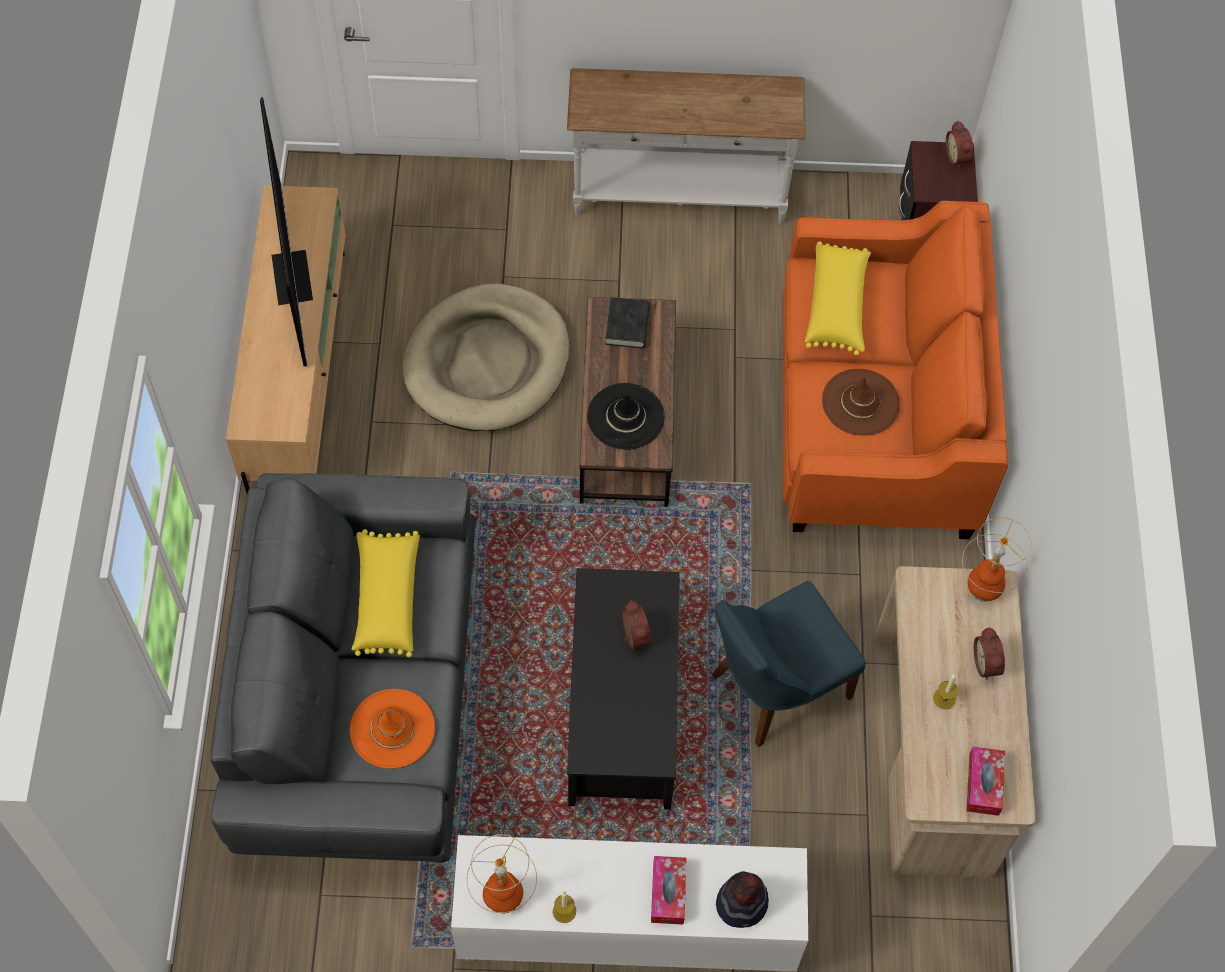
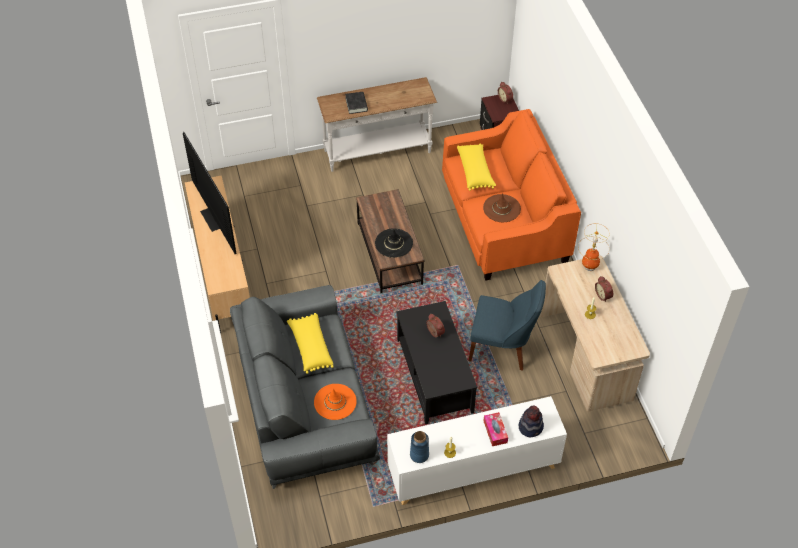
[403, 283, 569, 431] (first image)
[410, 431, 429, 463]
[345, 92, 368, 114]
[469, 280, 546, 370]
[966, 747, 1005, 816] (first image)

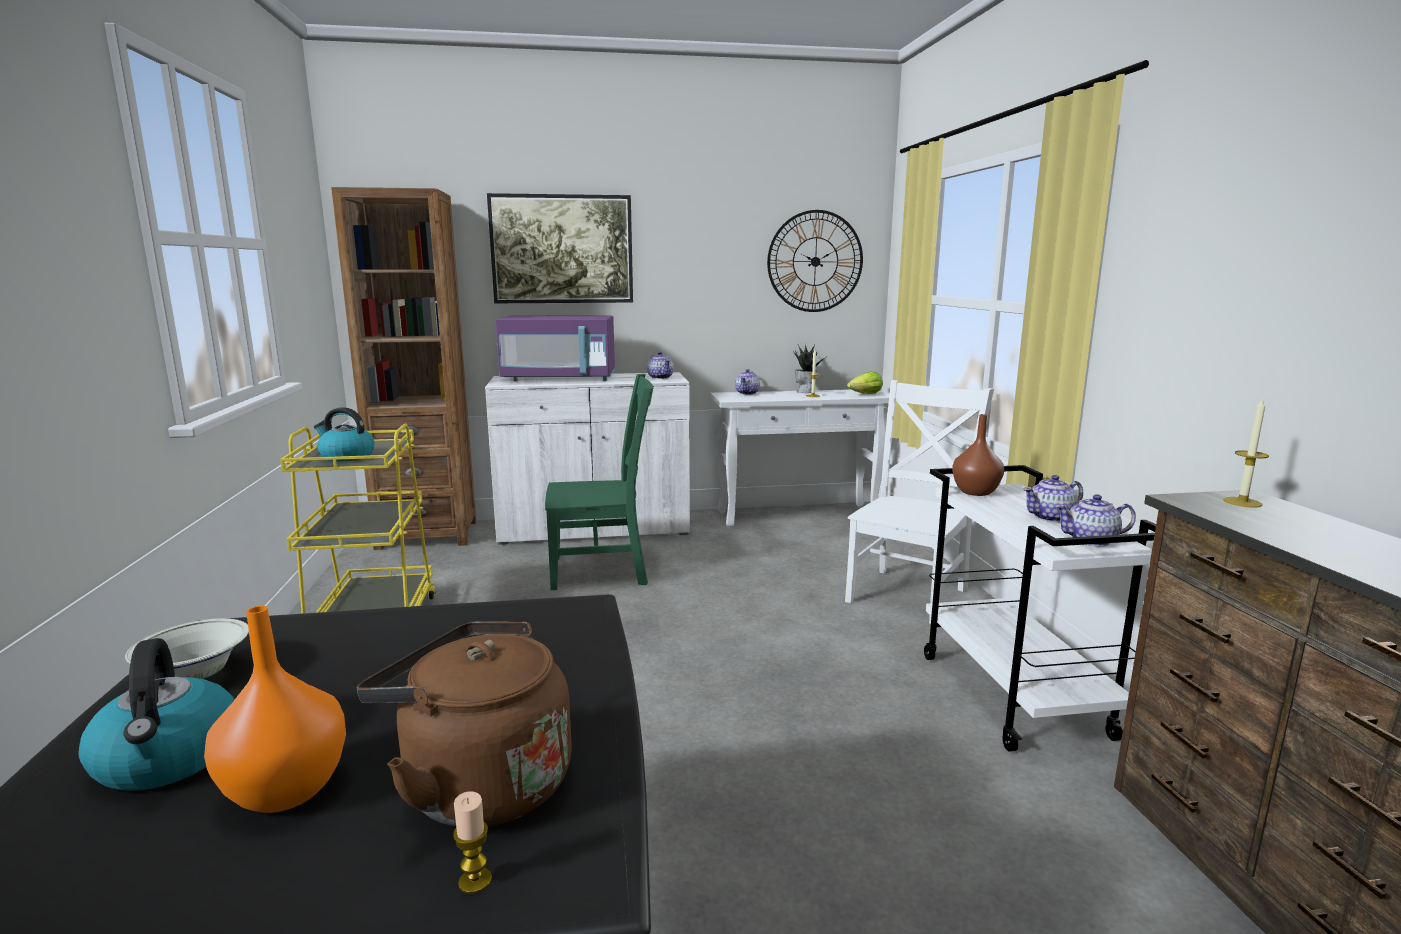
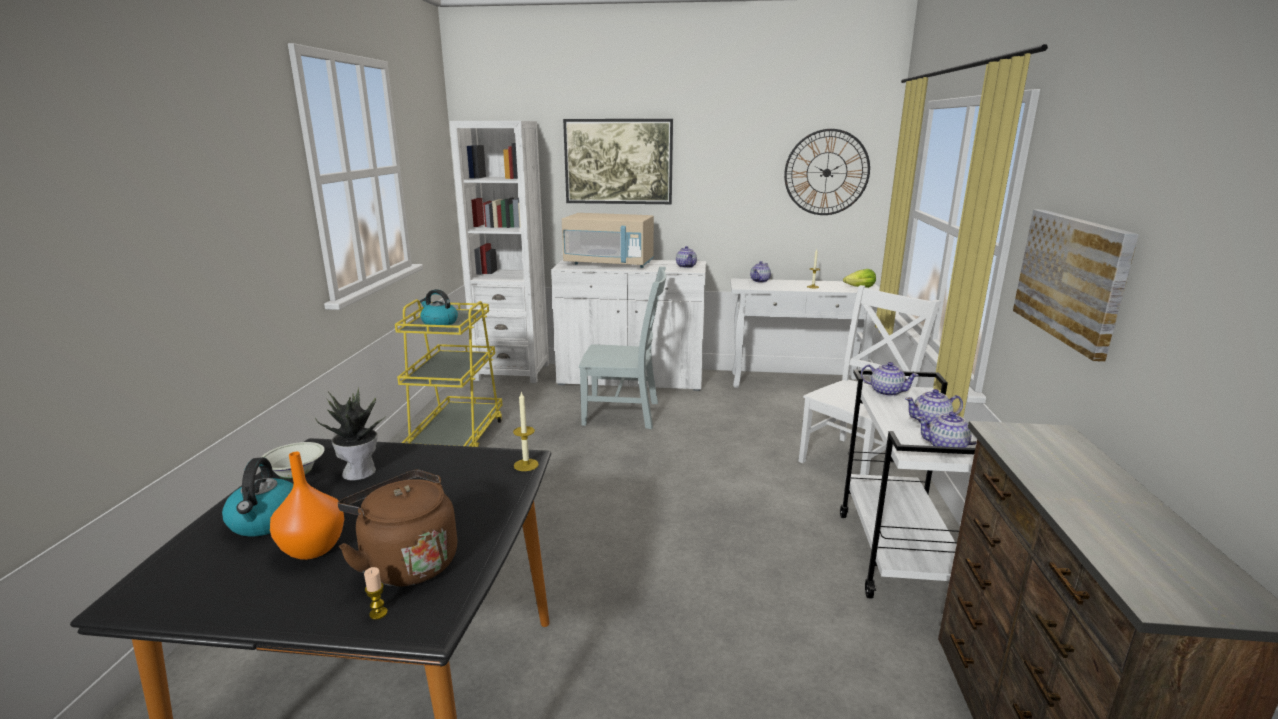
[450, 121, 549, 383]
[562, 213, 654, 268]
[579, 267, 666, 429]
[315, 388, 386, 481]
[861, 362, 919, 397]
[513, 391, 539, 471]
[1013, 210, 1139, 362]

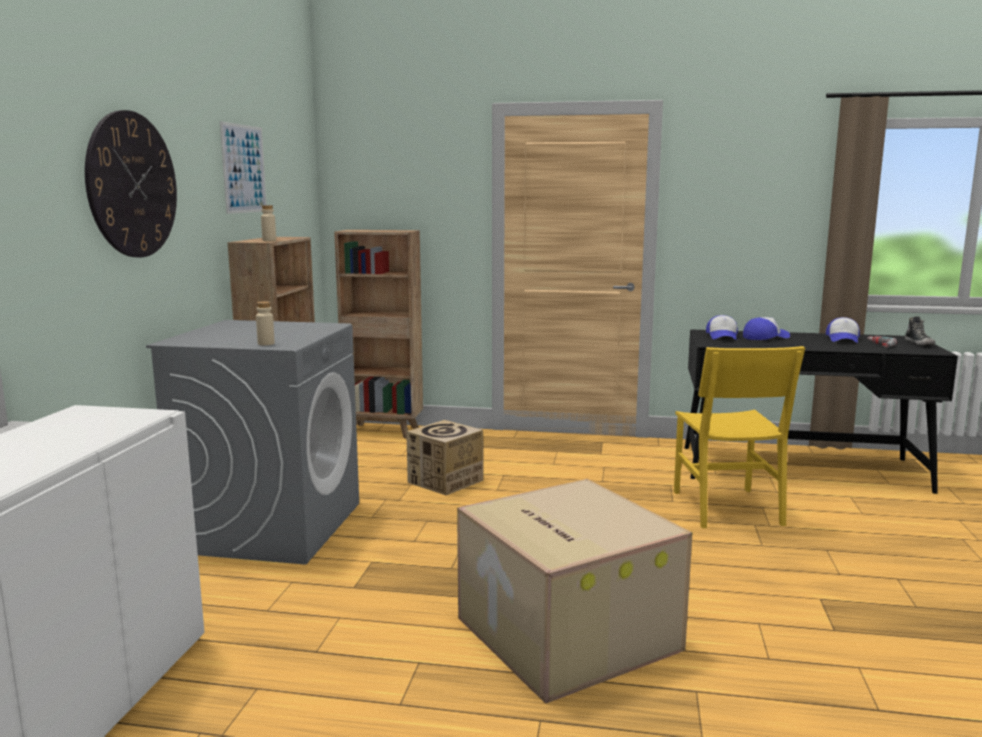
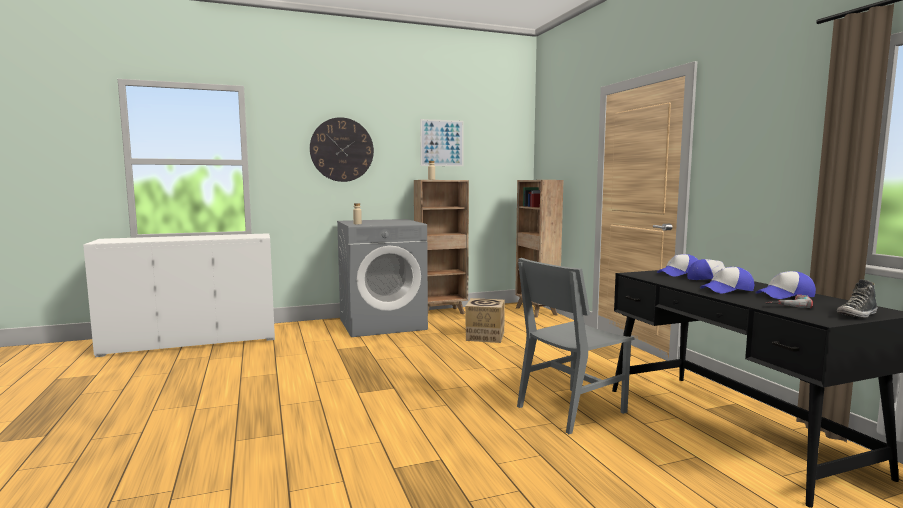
[457, 479, 692, 704] (first image)
[517, 258, 635, 434]
[700, 267, 754, 294]

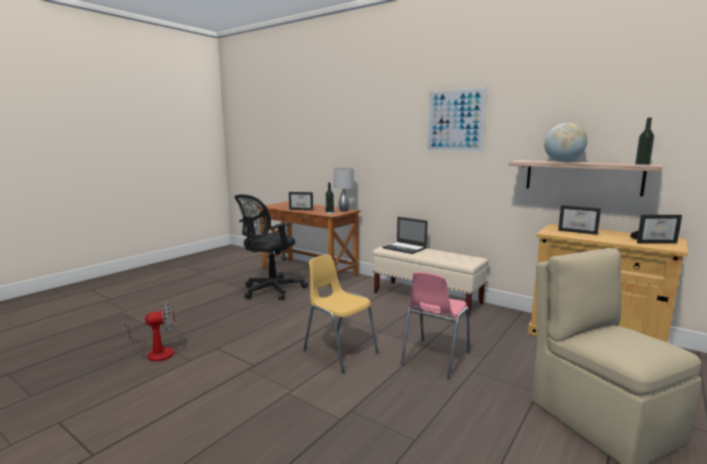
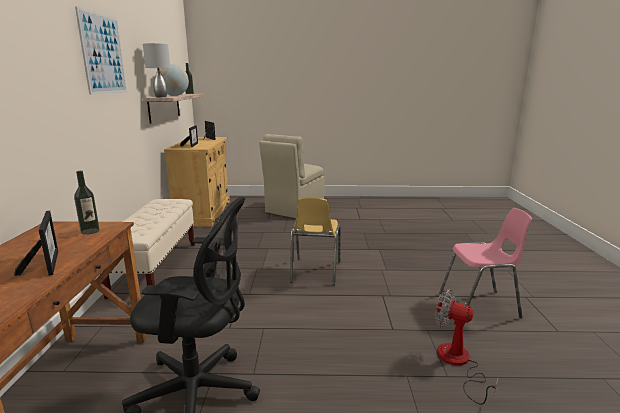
[143, 43, 170, 97]
[382, 217, 428, 254] (first image)
[439, 208, 532, 318]

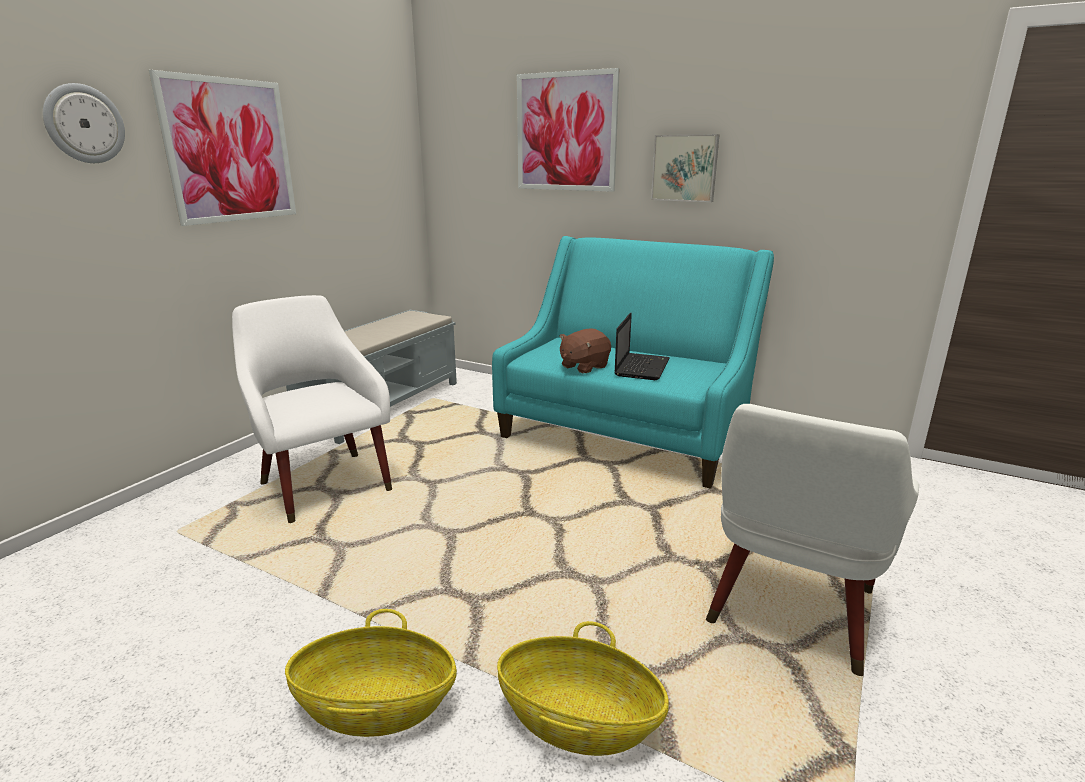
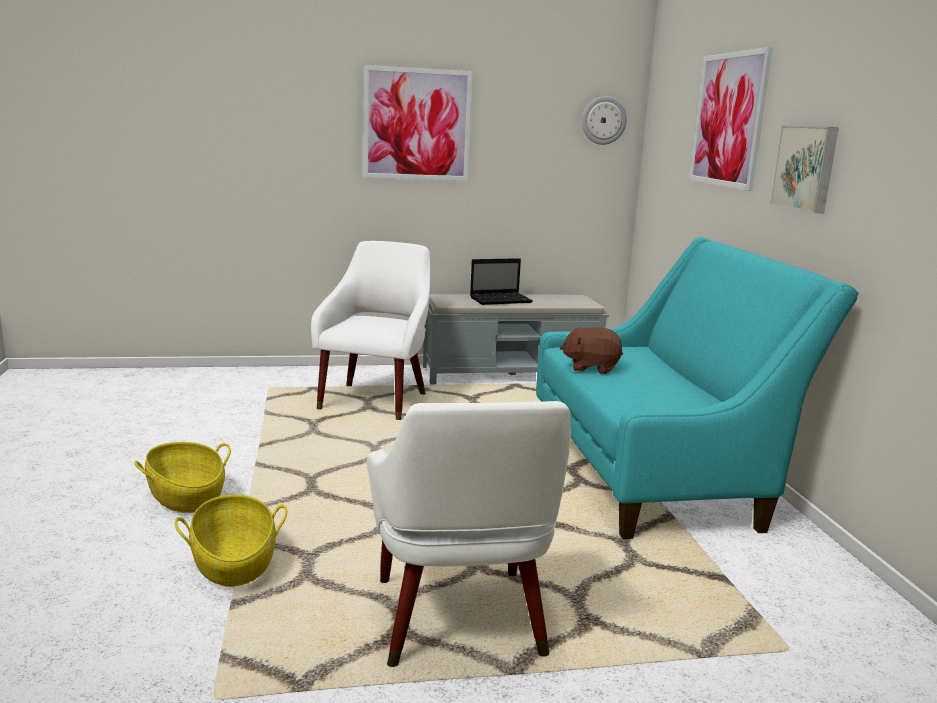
[582, 96, 627, 145]
[470, 258, 533, 305]
[367, 401, 571, 667]

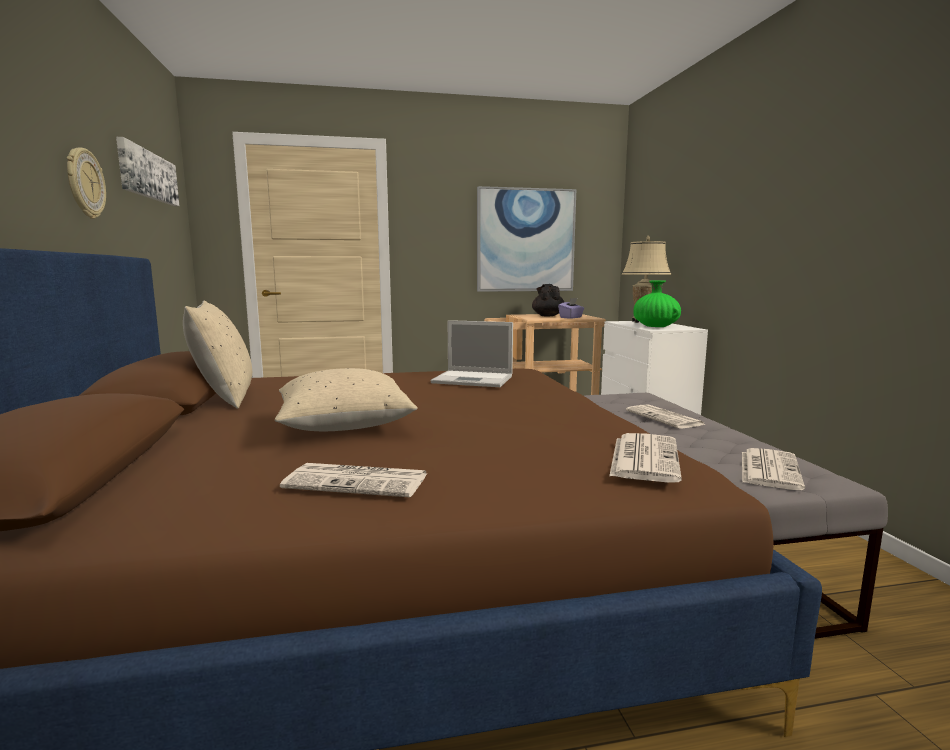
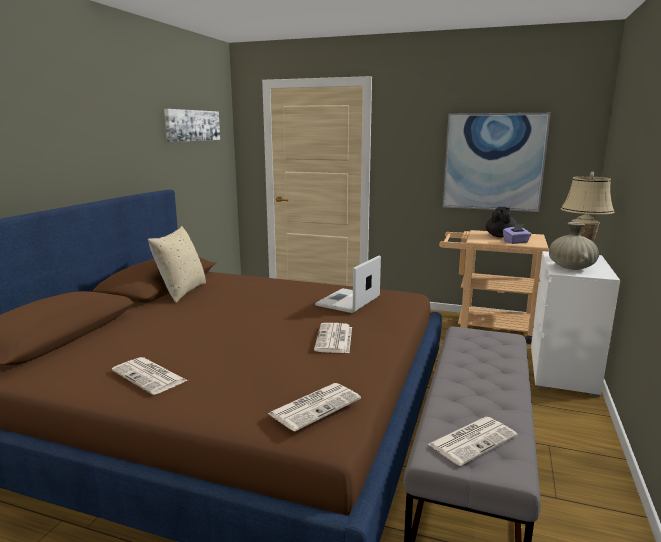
[67, 148, 106, 219] (first image)
[275, 368, 418, 431] (first image)
[315, 256, 381, 313]
[314, 323, 352, 353]
[549, 222, 599, 270]

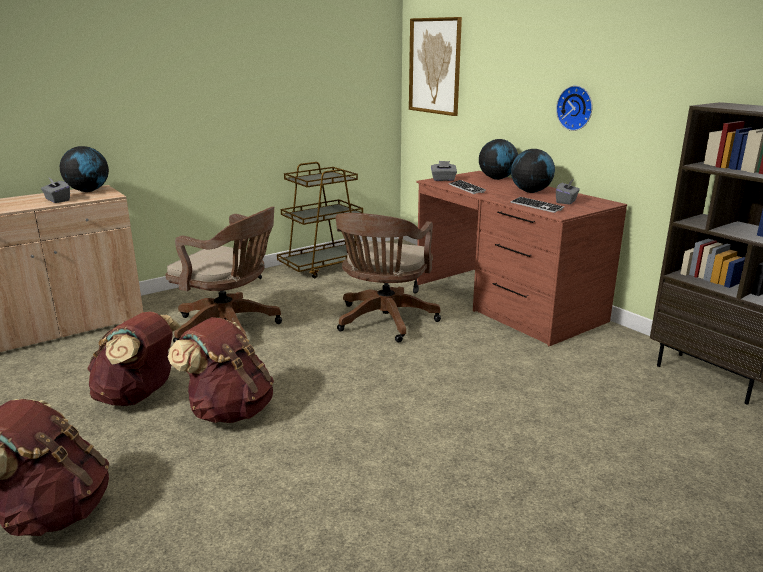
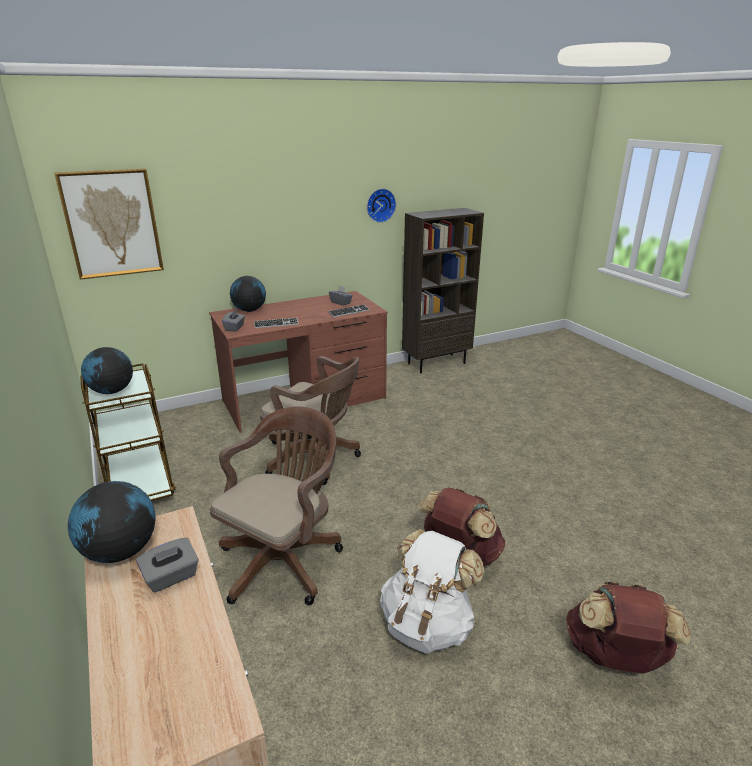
[380, 529, 484, 653]
[81, 347, 133, 394]
[367, 189, 396, 223]

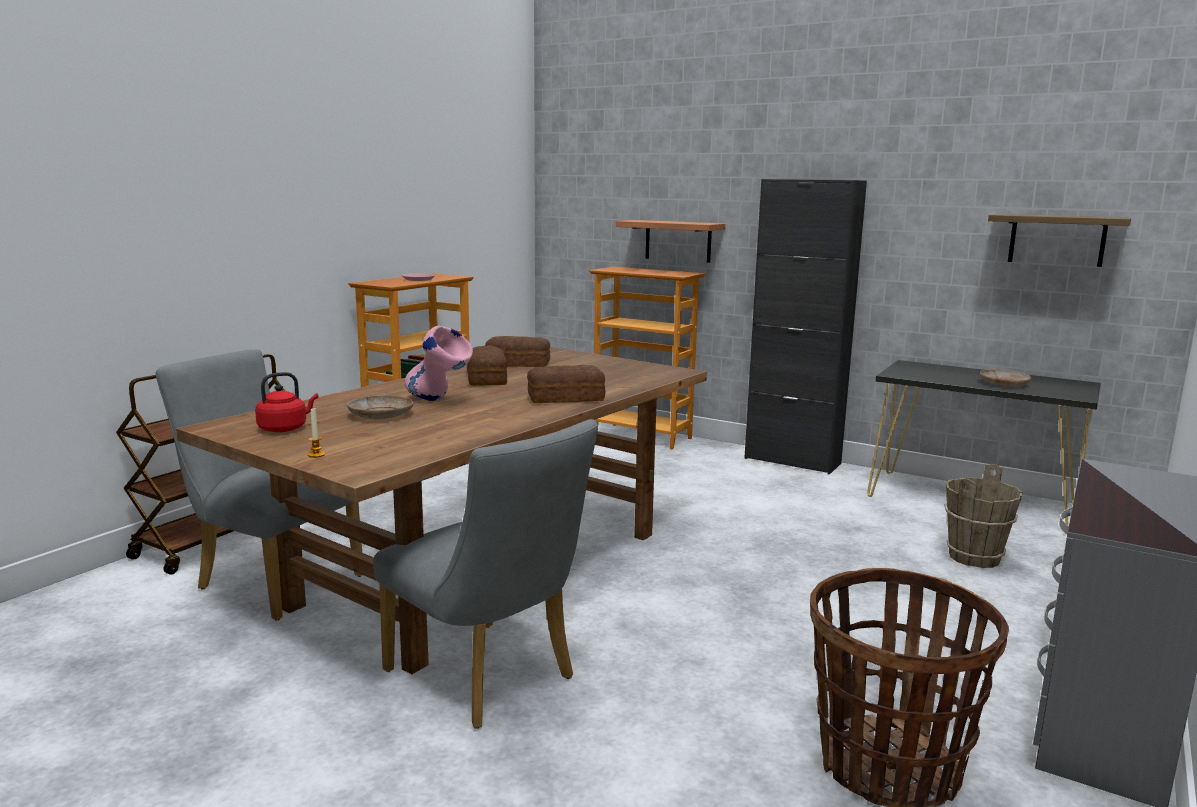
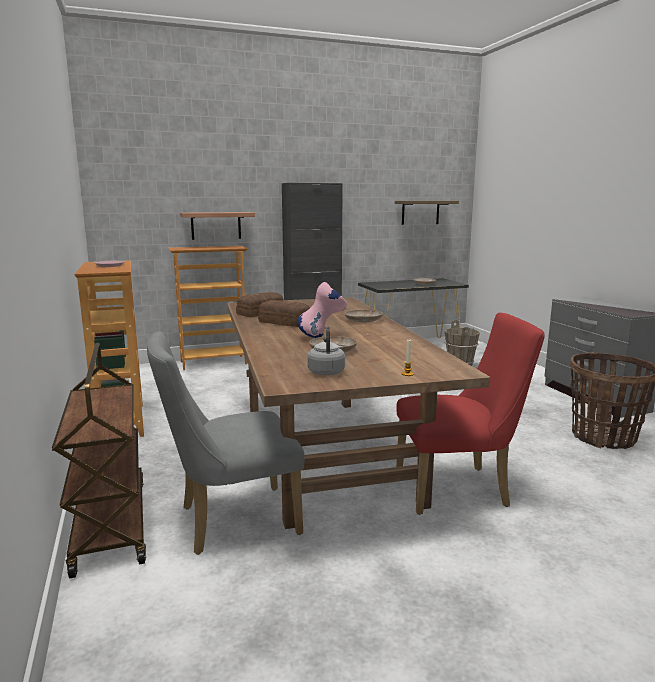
[307, 326, 345, 376]
[396, 313, 545, 515]
[345, 310, 383, 322]

